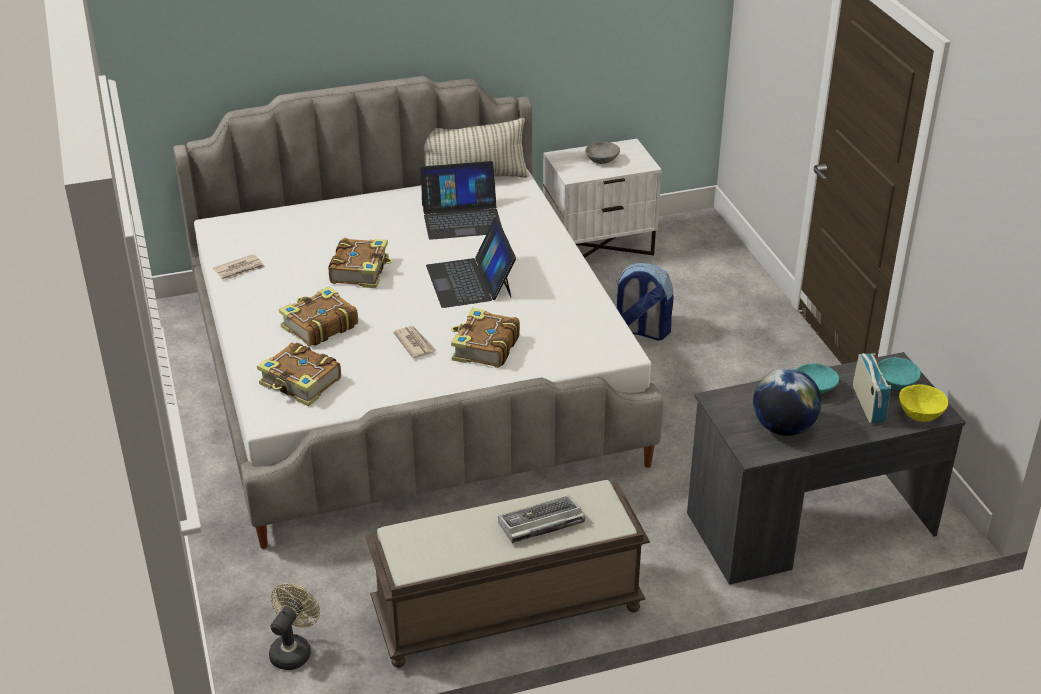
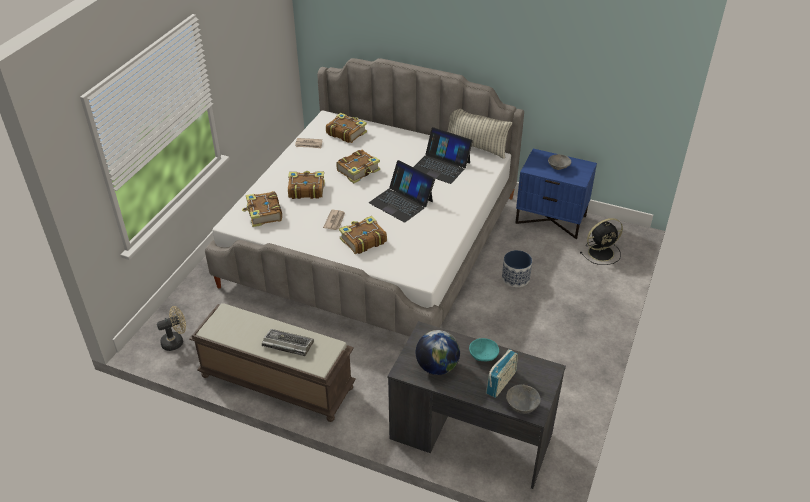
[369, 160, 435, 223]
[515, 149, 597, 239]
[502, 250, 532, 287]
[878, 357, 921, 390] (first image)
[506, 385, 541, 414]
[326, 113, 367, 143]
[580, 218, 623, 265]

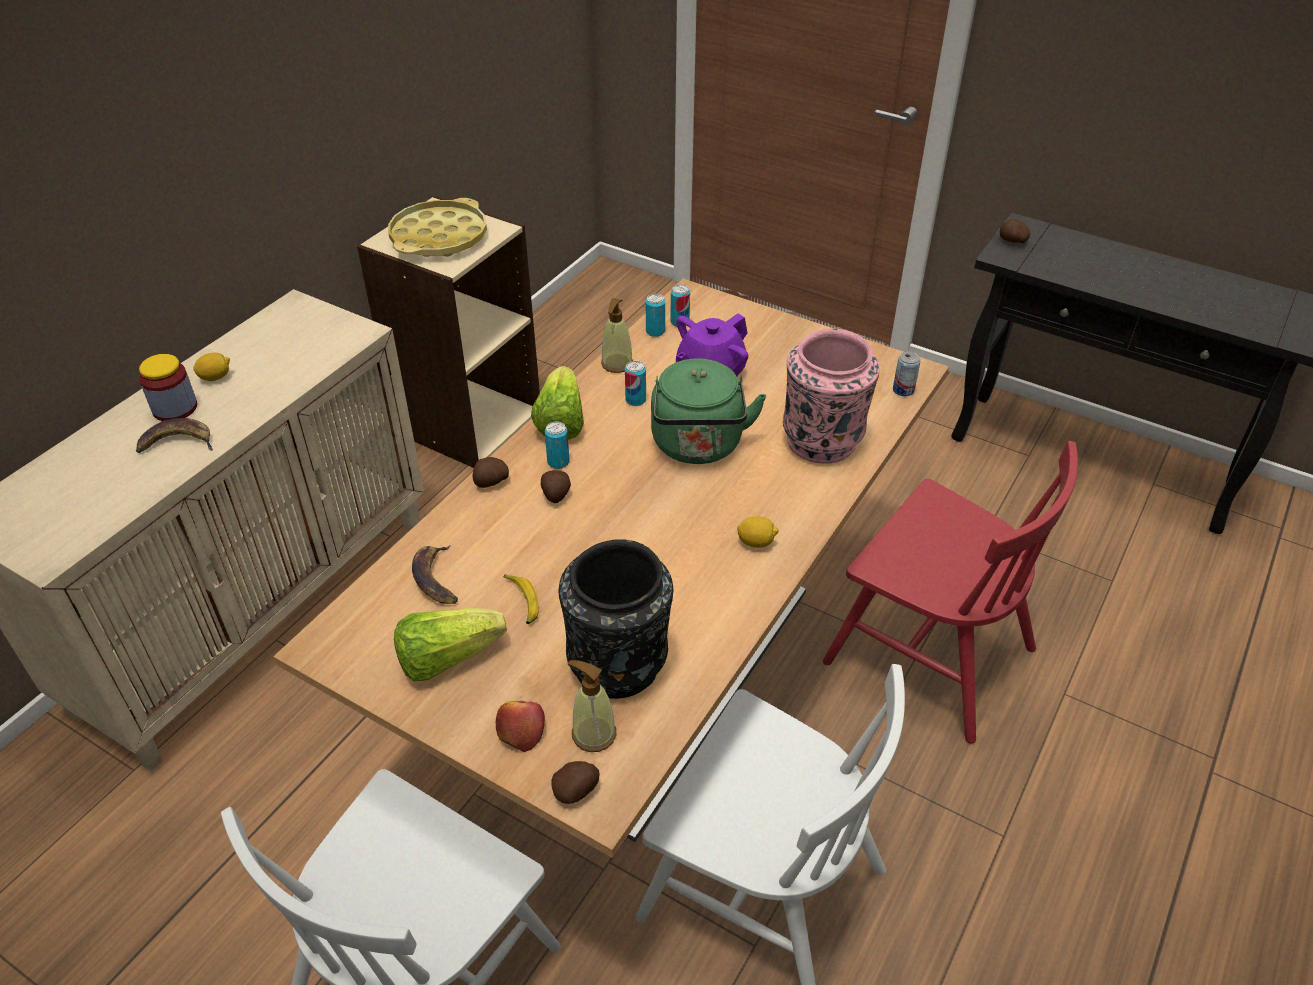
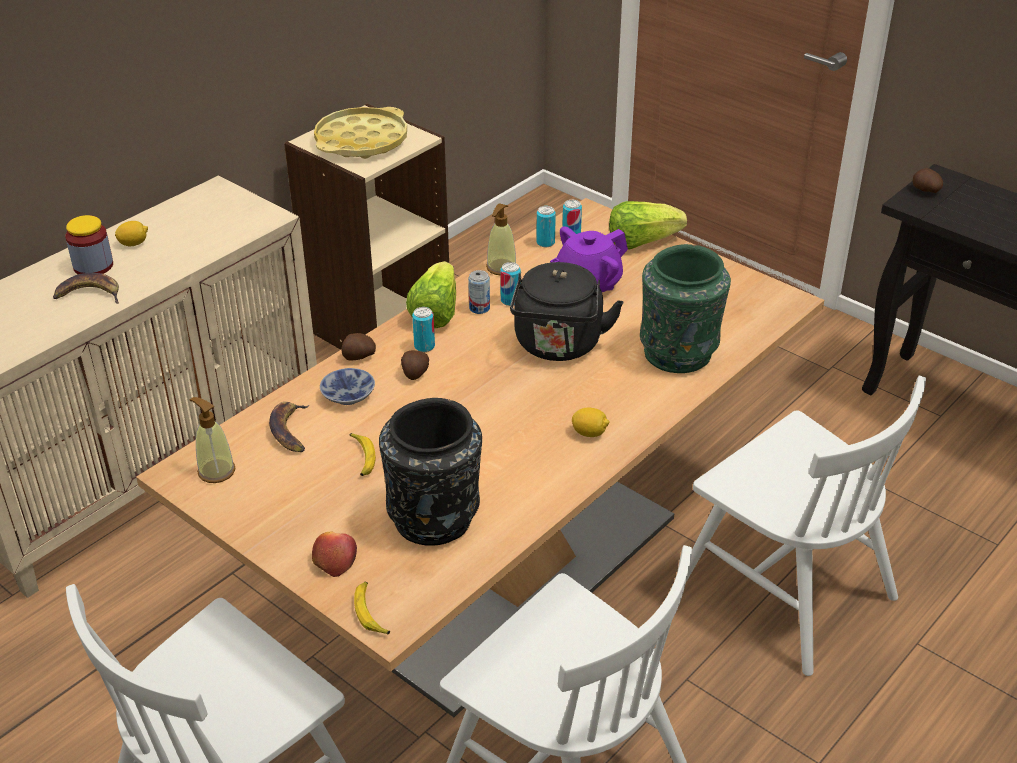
[609, 201, 687, 249]
[354, 582, 390, 634]
[189, 397, 235, 483]
[510, 262, 624, 361]
[640, 244, 731, 373]
[686, 376, 926, 676]
[468, 270, 490, 314]
[320, 368, 375, 405]

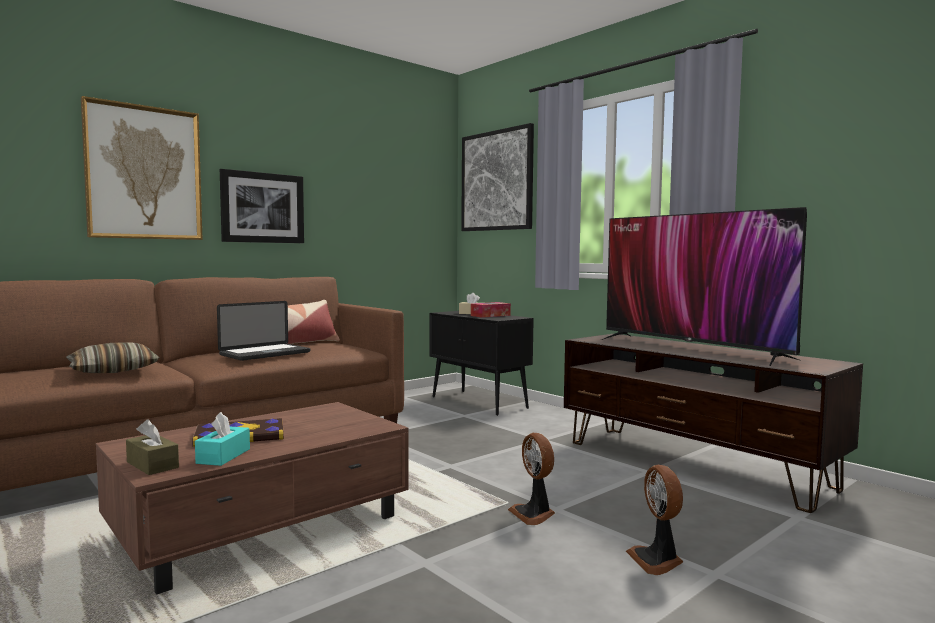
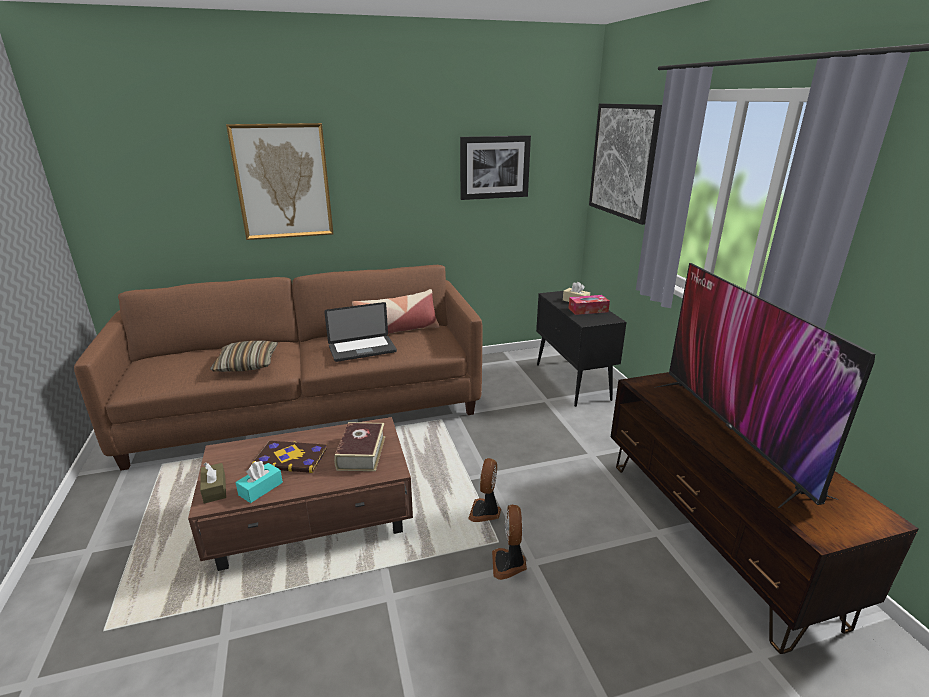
[460, 135, 531, 200]
[468, 458, 501, 522]
[334, 422, 385, 471]

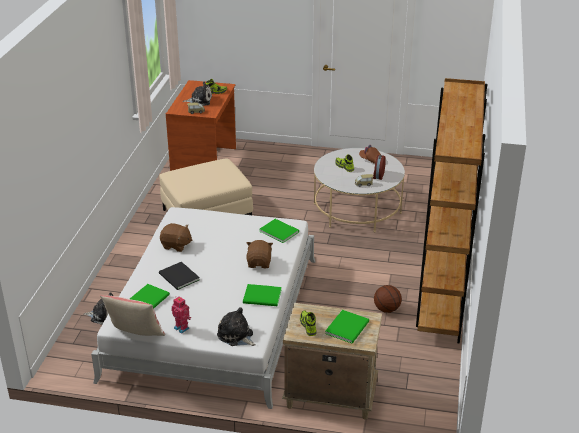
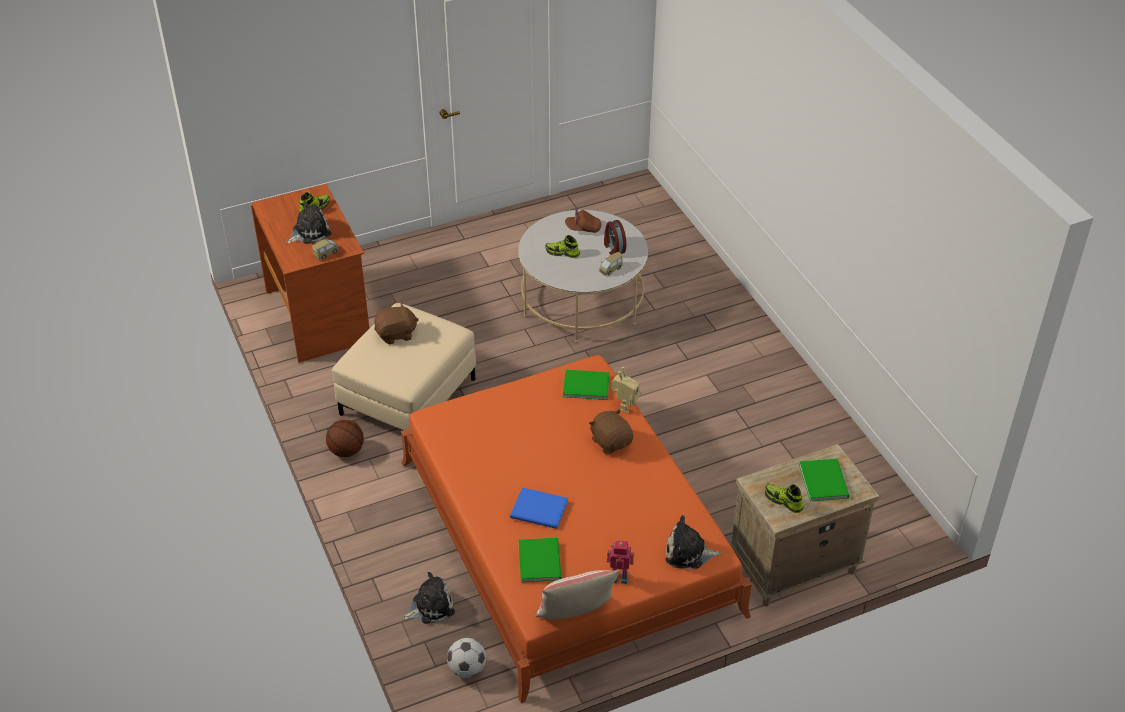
[401, 355, 752, 703]
[510, 487, 568, 529]
[374, 303, 419, 345]
[243, 284, 281, 306] (first image)
[326, 420, 364, 457]
[416, 78, 487, 344] (first image)
[447, 638, 486, 678]
[612, 367, 640, 413]

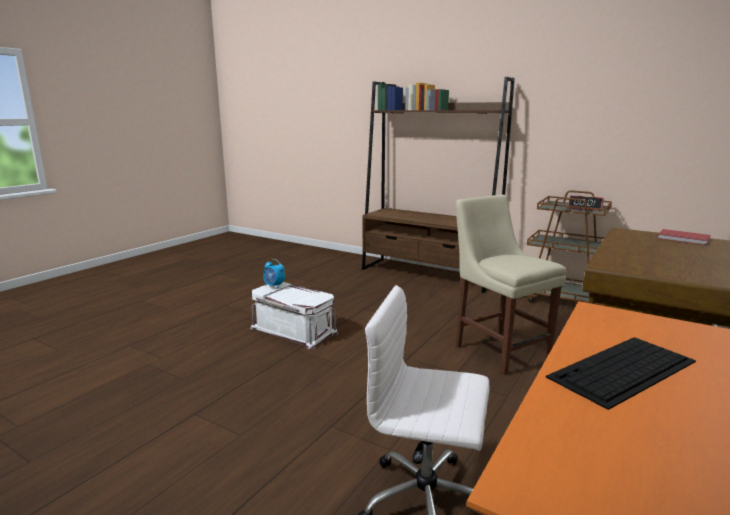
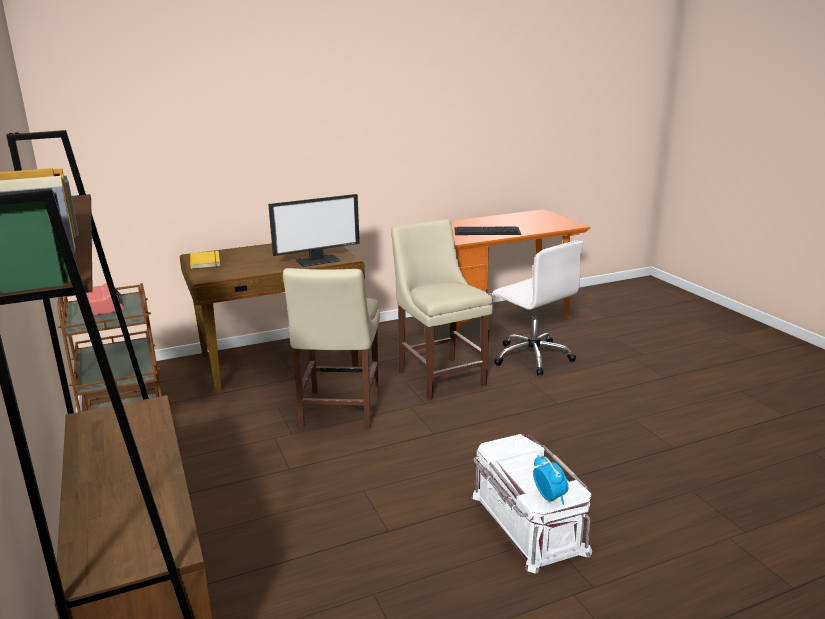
[190, 251, 220, 269]
[268, 194, 360, 267]
[391, 219, 493, 400]

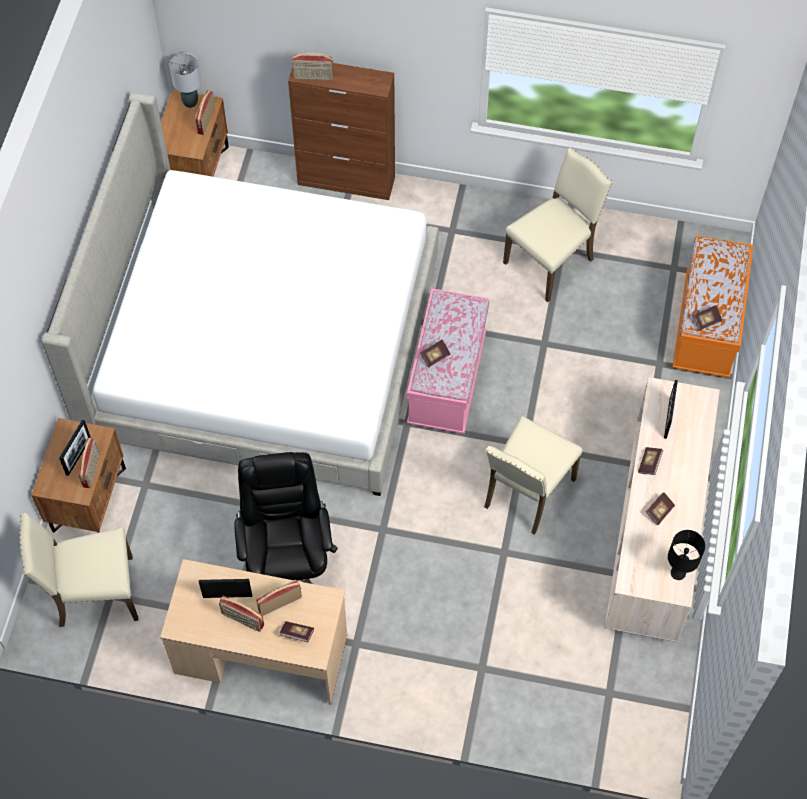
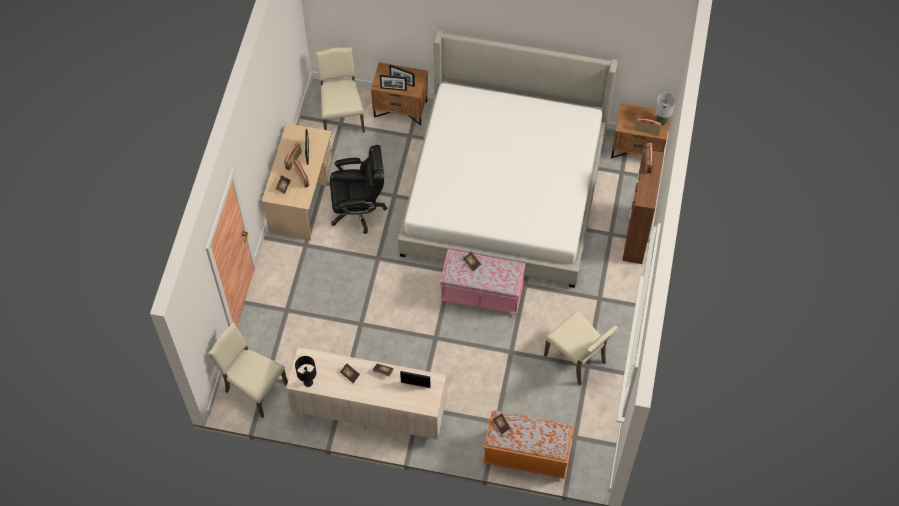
[380, 75, 407, 91]
[209, 323, 288, 418]

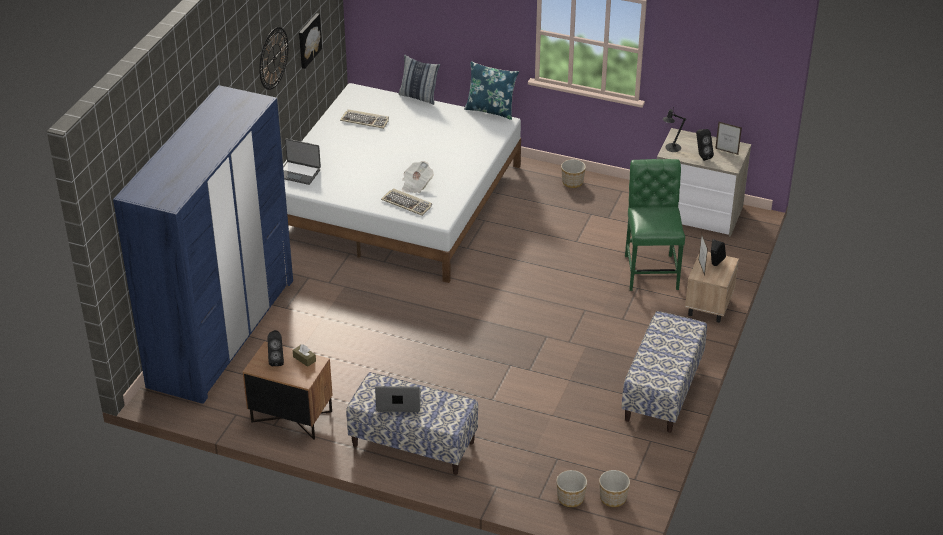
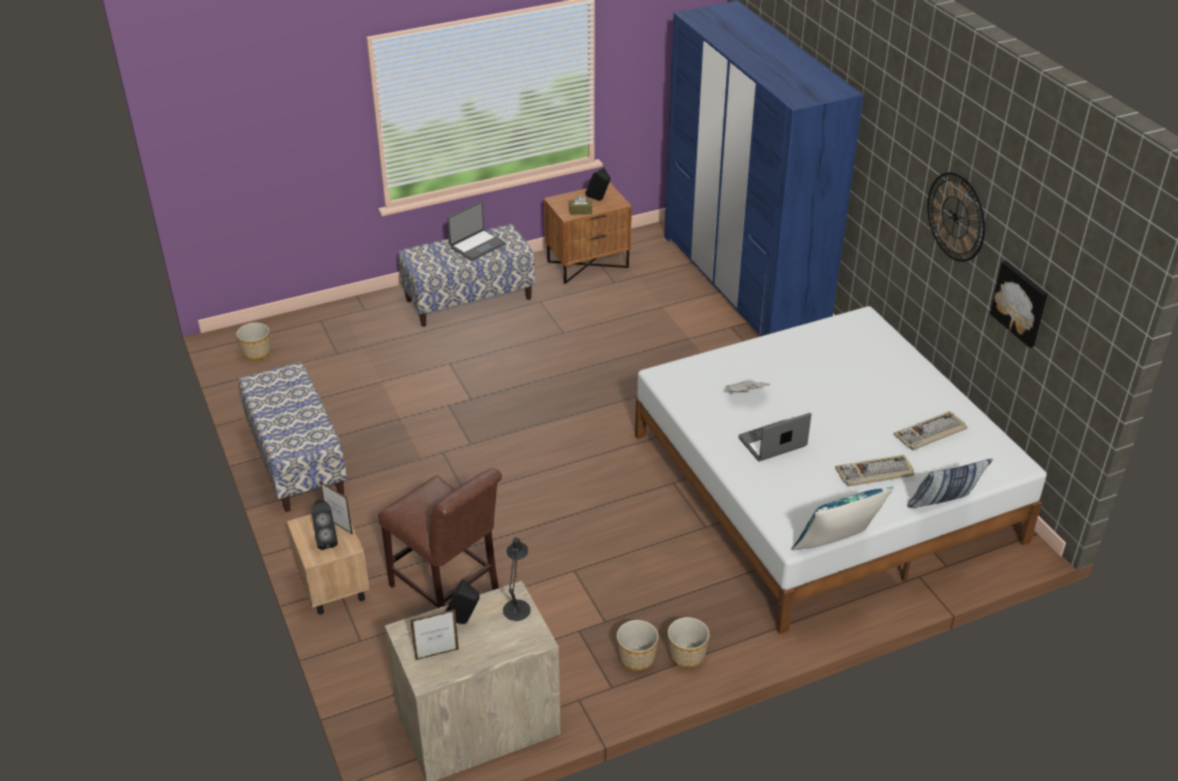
[738, 413, 812, 461]
[835, 455, 914, 487]
[617, 620, 659, 671]
[378, 468, 502, 608]

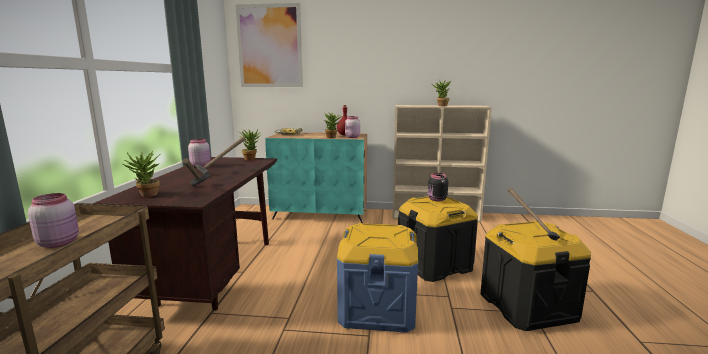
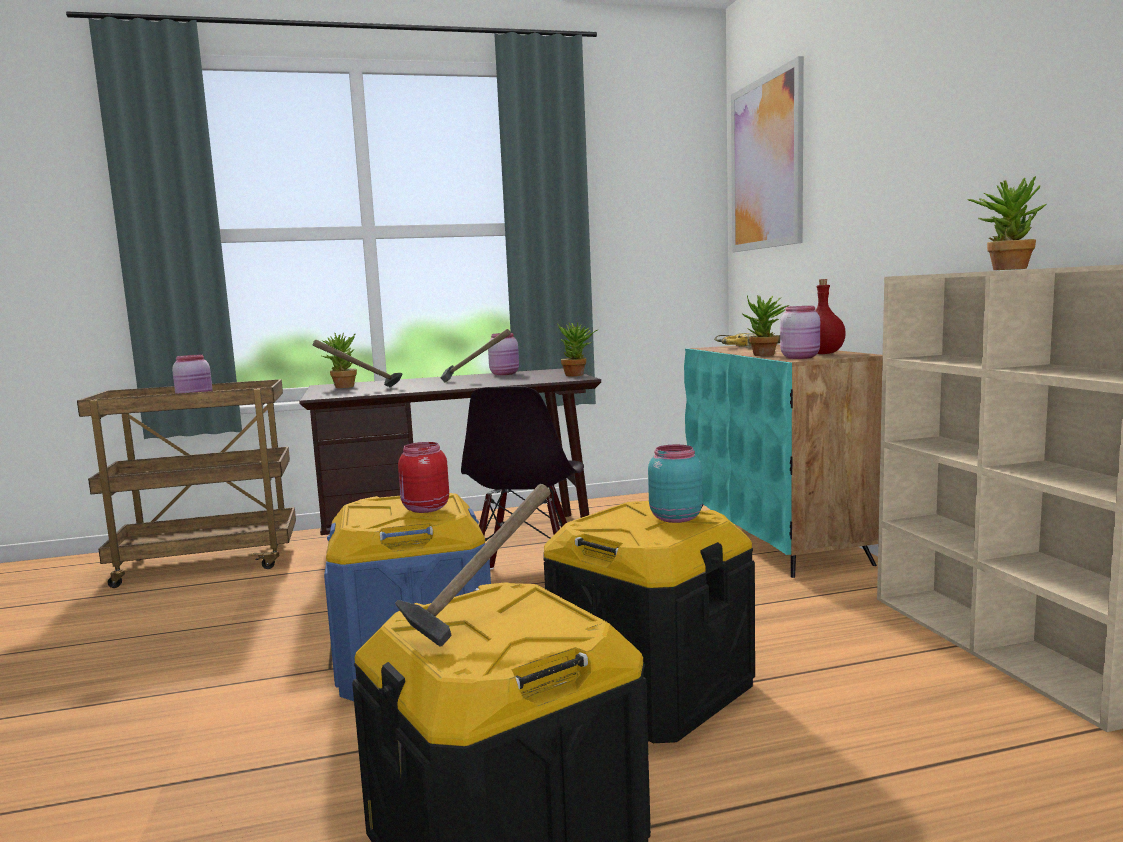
[648, 445, 703, 523]
[398, 442, 449, 513]
[461, 386, 584, 569]

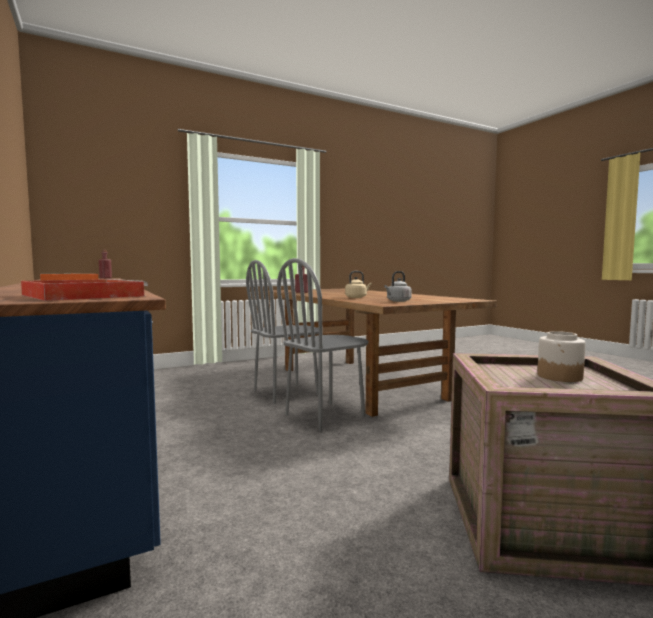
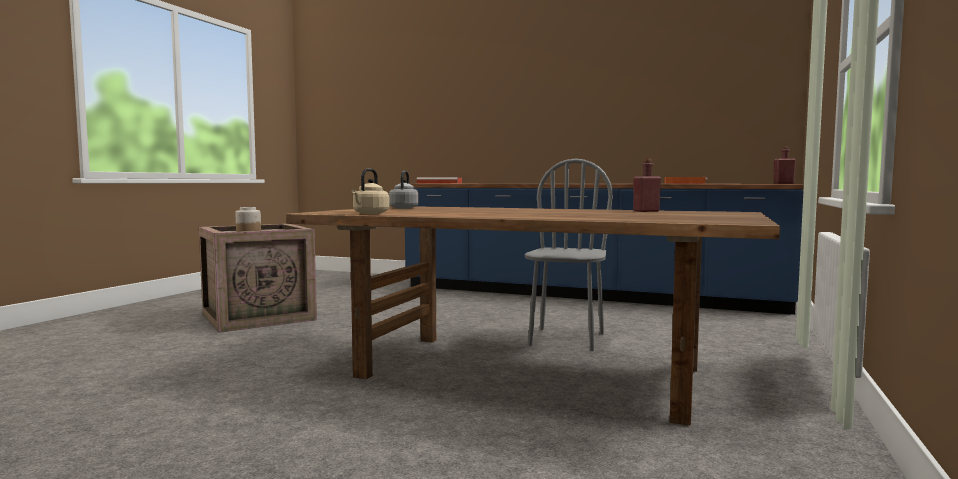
[277, 258, 368, 432] (first image)
[351, 169, 390, 214]

